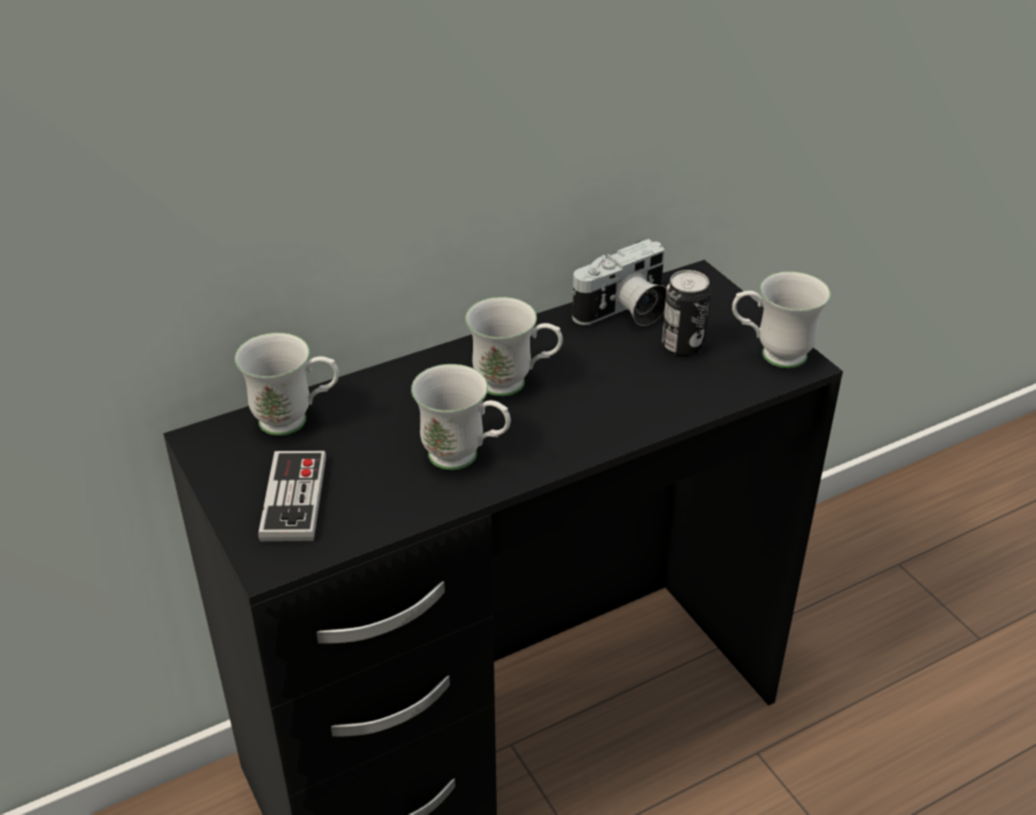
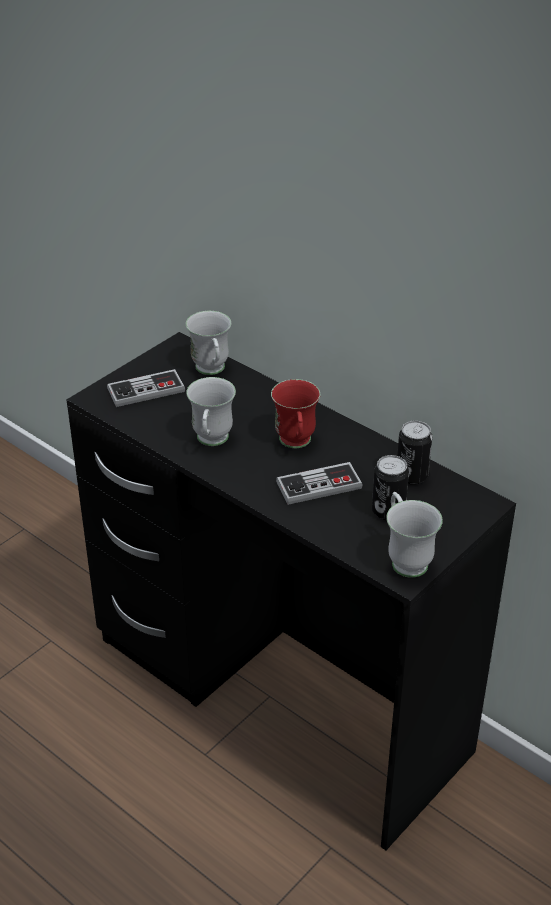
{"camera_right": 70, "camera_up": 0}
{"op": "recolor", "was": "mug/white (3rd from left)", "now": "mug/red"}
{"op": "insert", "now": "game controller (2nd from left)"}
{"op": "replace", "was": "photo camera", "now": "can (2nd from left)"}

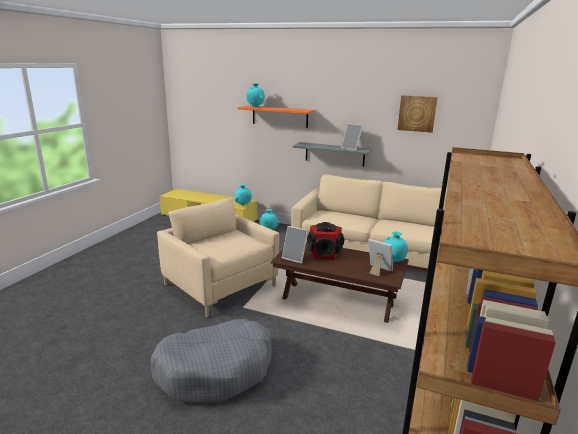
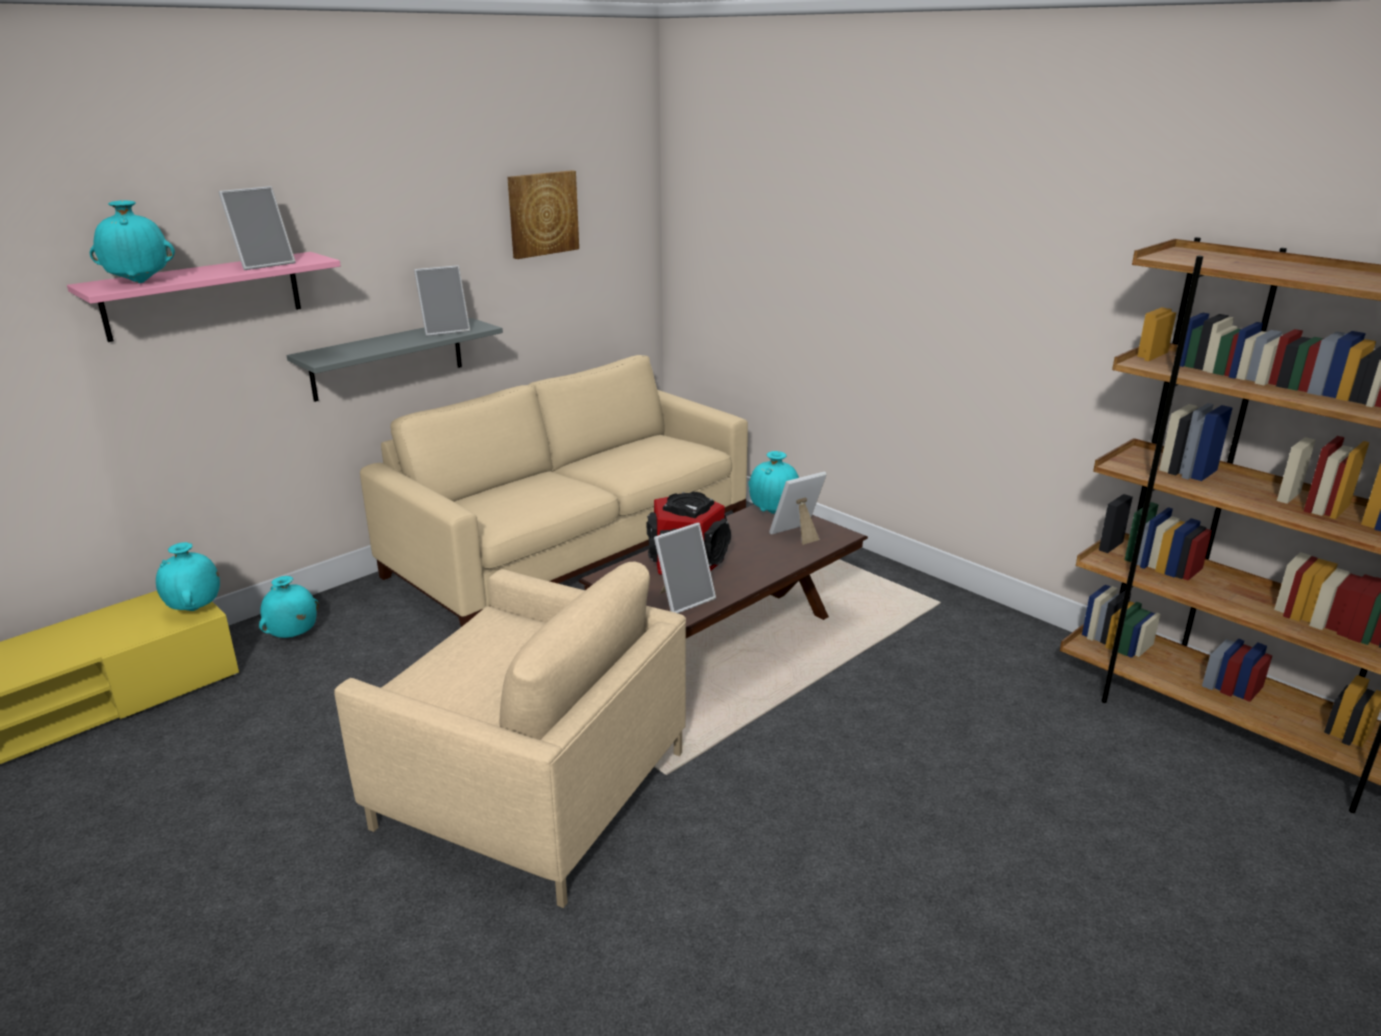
{"camera_right": -65, "camera_up": 5}
{"op": "recolor", "was": "shelf/orange", "now": "shelf/pink"}
{"op": "insert", "now": "picture frame (1st from left)"}
{"op": "rotate", "was": "armchair/beige", "clockwise": -135}
{"op": "delete", "was": "dog bed/grey"}

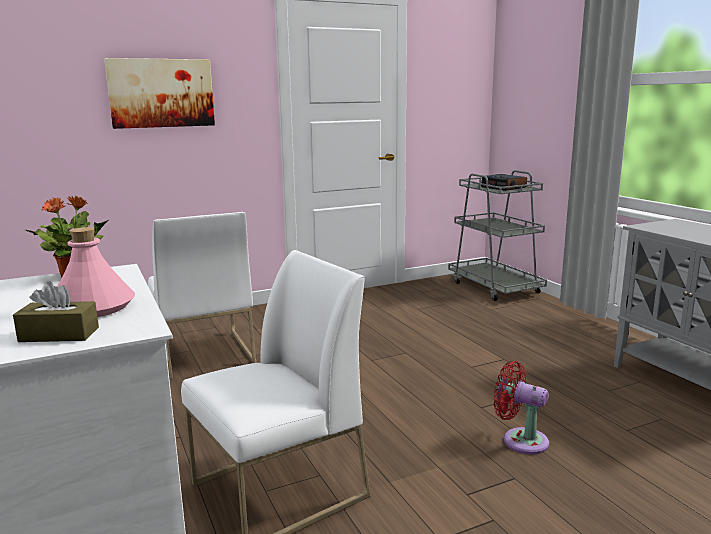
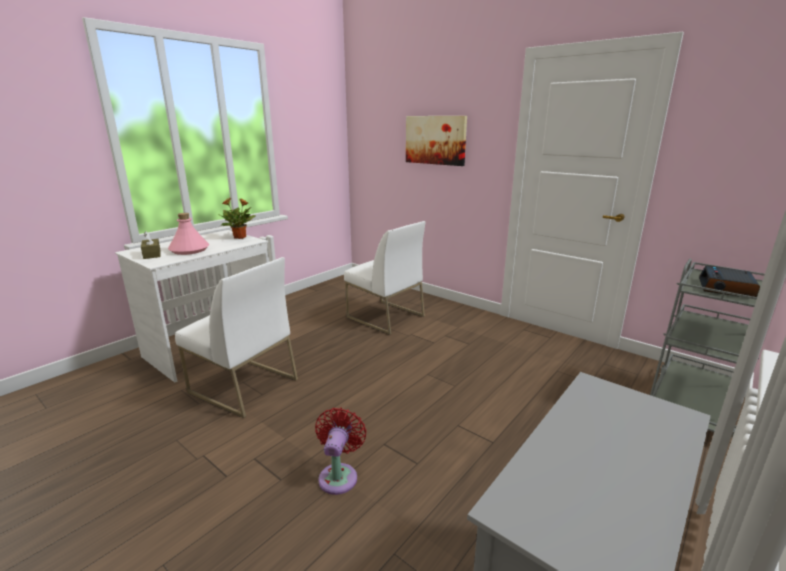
{"camera_right": 65, "camera_up": 5}
{"op": "rotate", "was": "chair/white (1st from left in the first image)", "clockwise": -90}

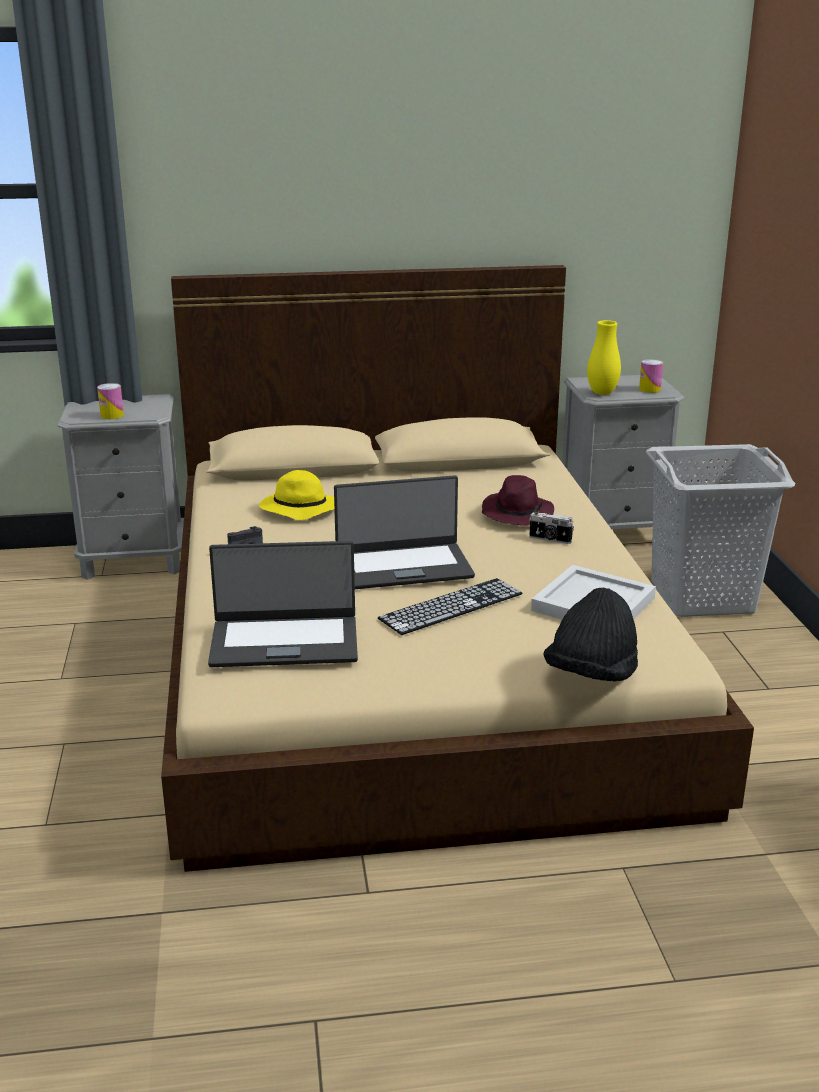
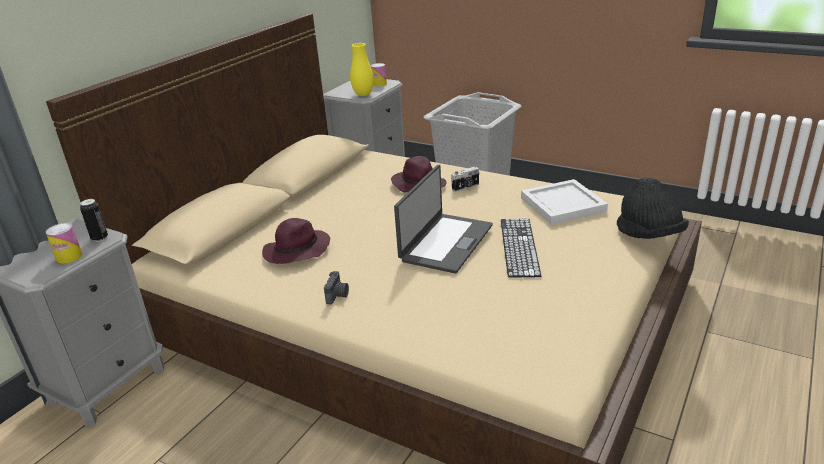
{"camera_right": -50, "camera_up": 5}
{"op": "insert", "now": "can (2nd from left)"}
{"op": "recolor", "was": "hat/yellow", "now": "hat/purple (1st from left)"}
{"op": "delete", "was": "laptop (1st from left)"}

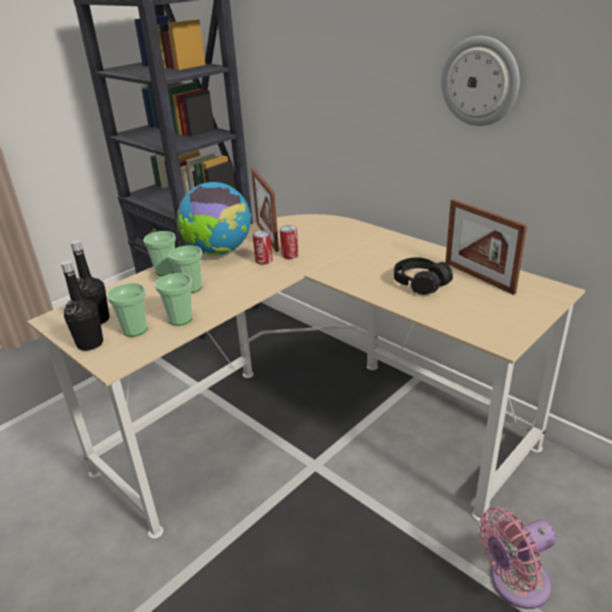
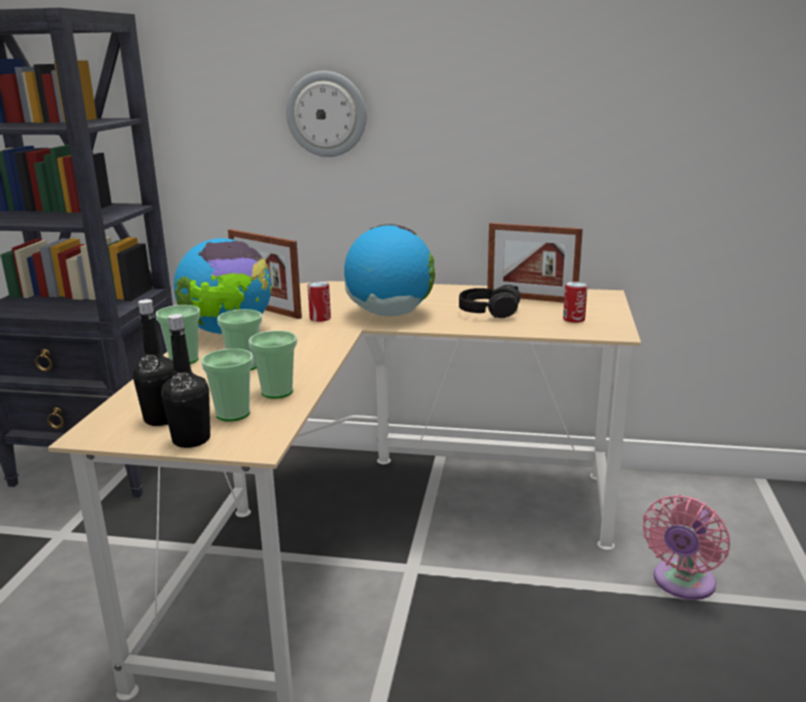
{"camera_right": -35, "camera_up": -10}
{"op": "move", "was": "wall clock"}
{"op": "insert", "now": "globe (2nd from left)"}
{"op": "move", "was": "can (1st from left in the first image)", "now": "can (2nd from left)"}

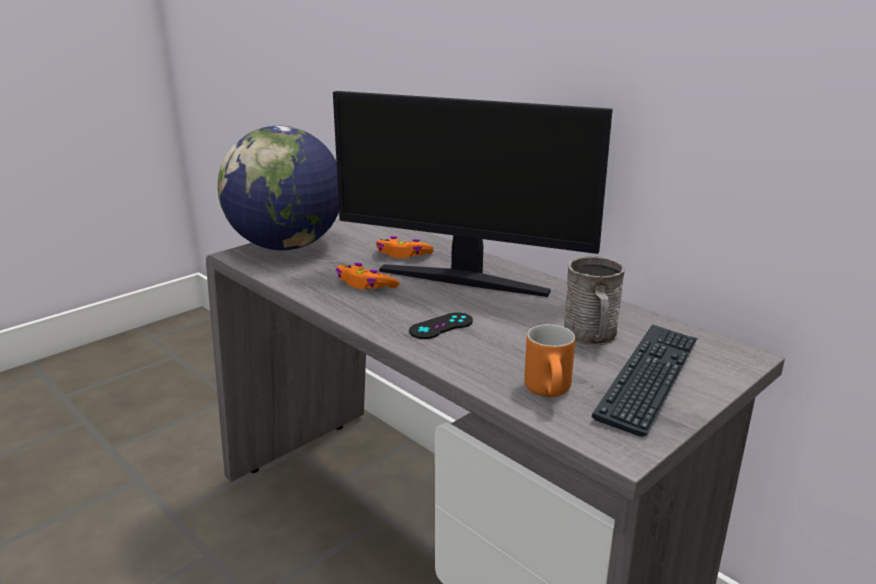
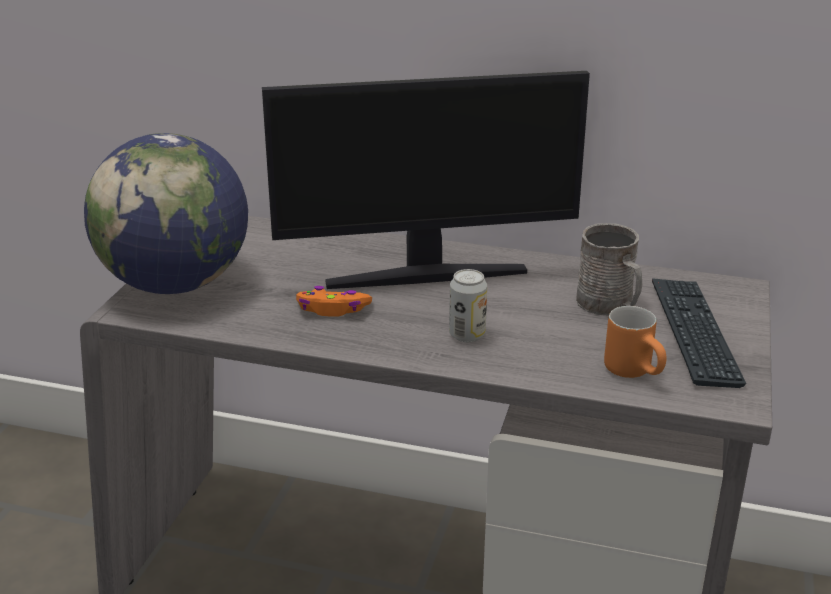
{"camera_right": -30, "camera_up": 5}
{"op": "replace", "was": "game controller/black", "now": "can"}
{"op": "delete", "was": "game controller/orange (2nd from left)"}

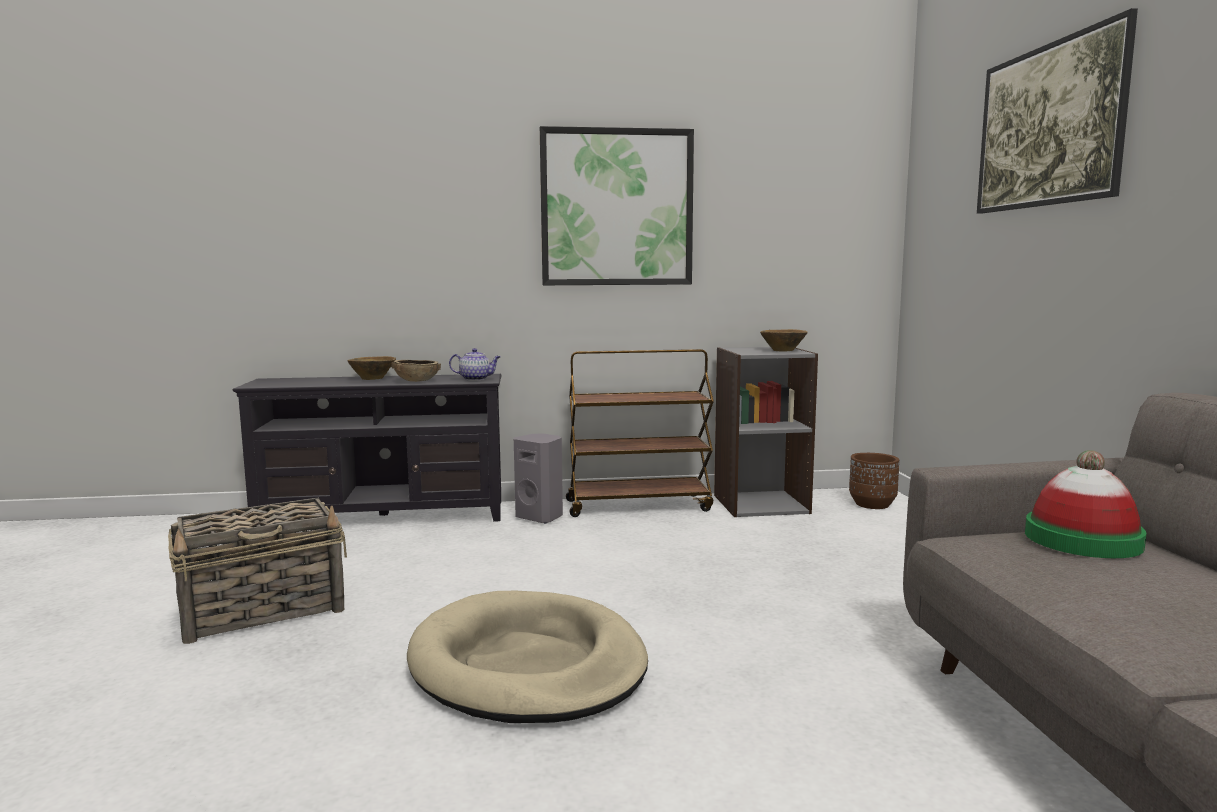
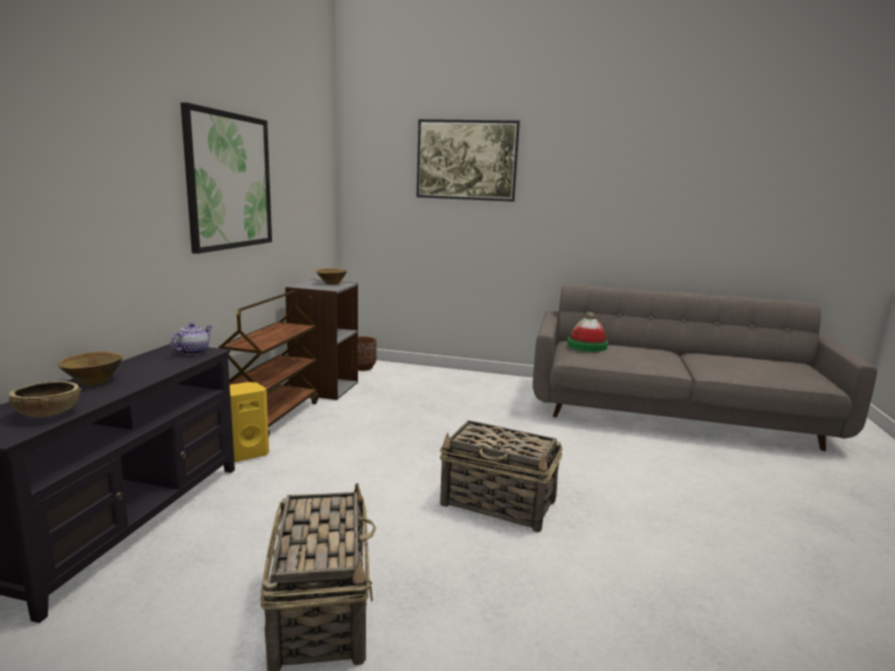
{"camera_right": -70, "camera_up": 5}
{"op": "move", "was": "bowl/brown (2nd from left in the first image)", "now": "bowl/brown (1st from left)"}
{"op": "recolor", "was": "speaker/grey", "now": "speaker/yellow"}
{"op": "replace", "was": "dog bed/beige", "now": "basket (2nd from left)"}

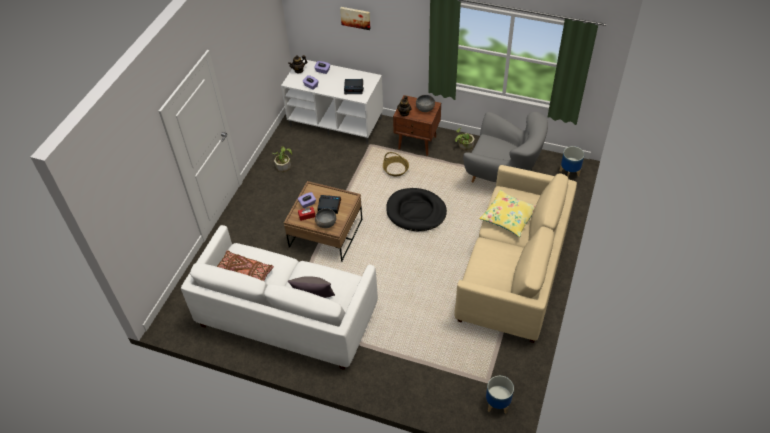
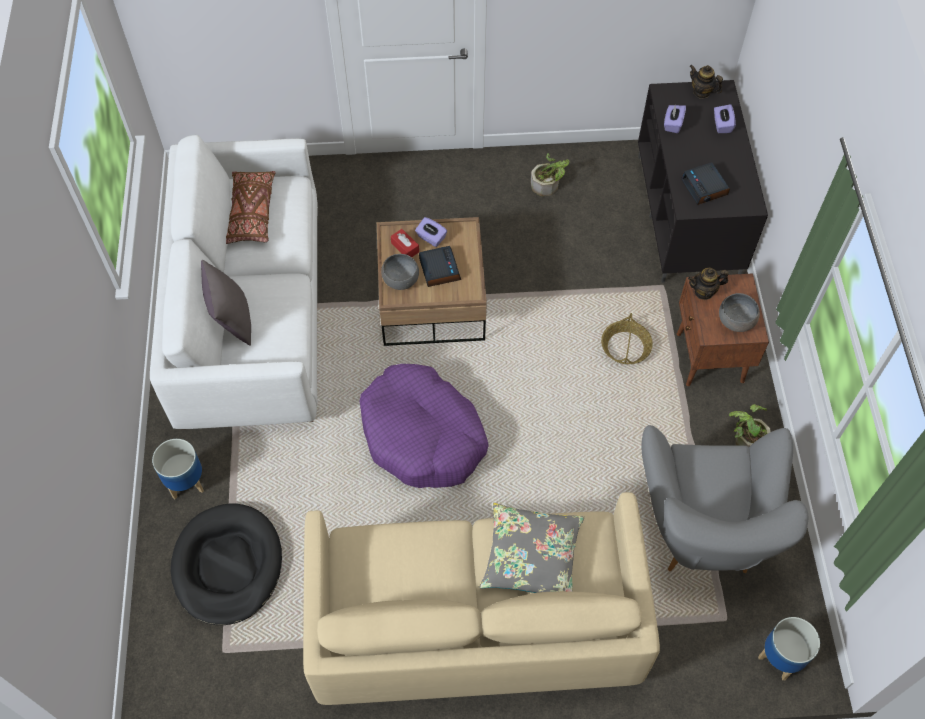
{"camera_right": 65, "camera_up": 10}
{"op": "move", "was": "planter (1st from left)"}
{"op": "move", "was": "dog bed/black"}
{"op": "insert", "now": "dog bed/purple"}
{"op": "recolor", "was": "pillow/yellow", "now": "pillow/grey (2nd from left)"}
{"op": "recolor", "was": "tv stand/white", "now": "tv stand/black"}
{"op": "delete", "was": "picture"}

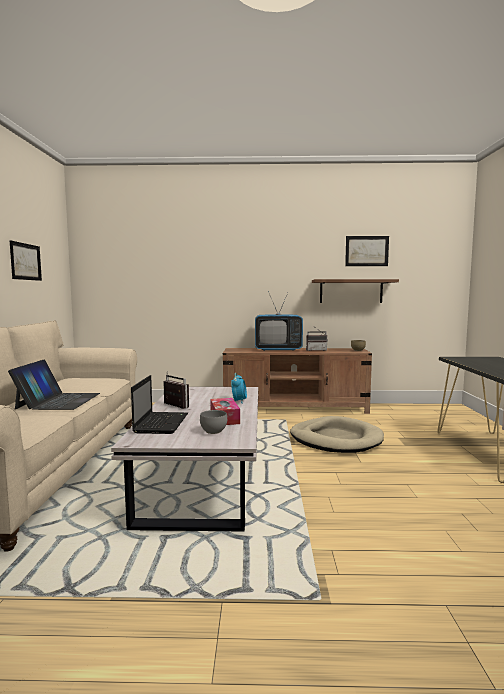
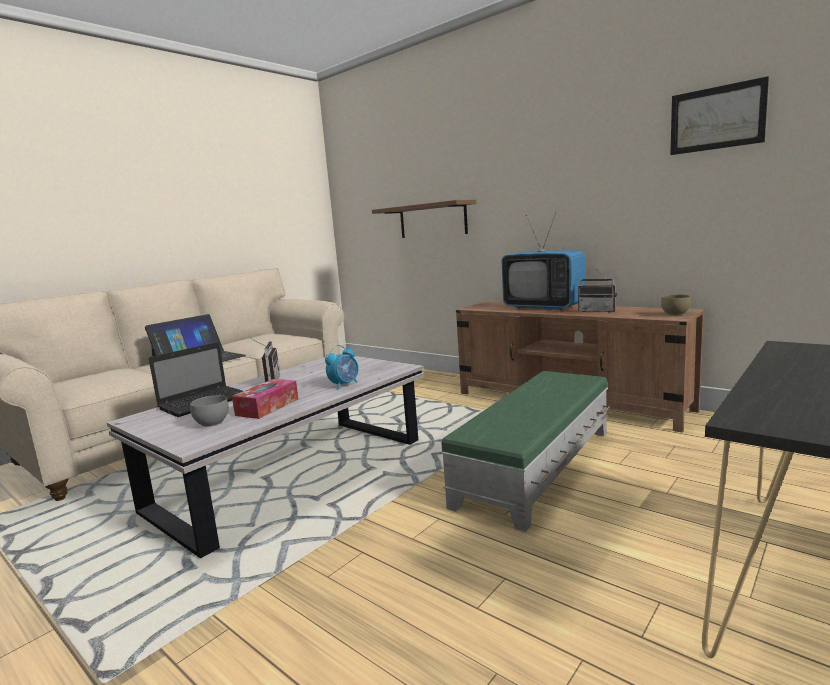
{"camera_right": 40, "camera_up": 5}
{"op": "move", "was": "shelf/brown"}
{"op": "replace", "was": "dog bed/beige", "now": "ottoman/green"}
{"op": "delete", "was": "picture (1st from left)"}

